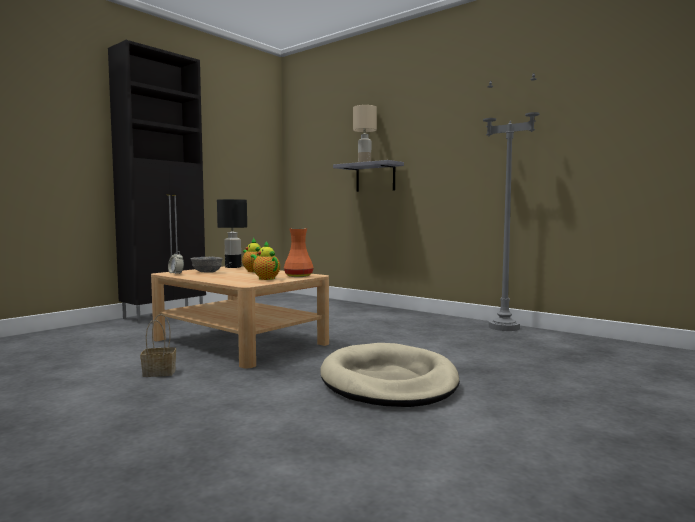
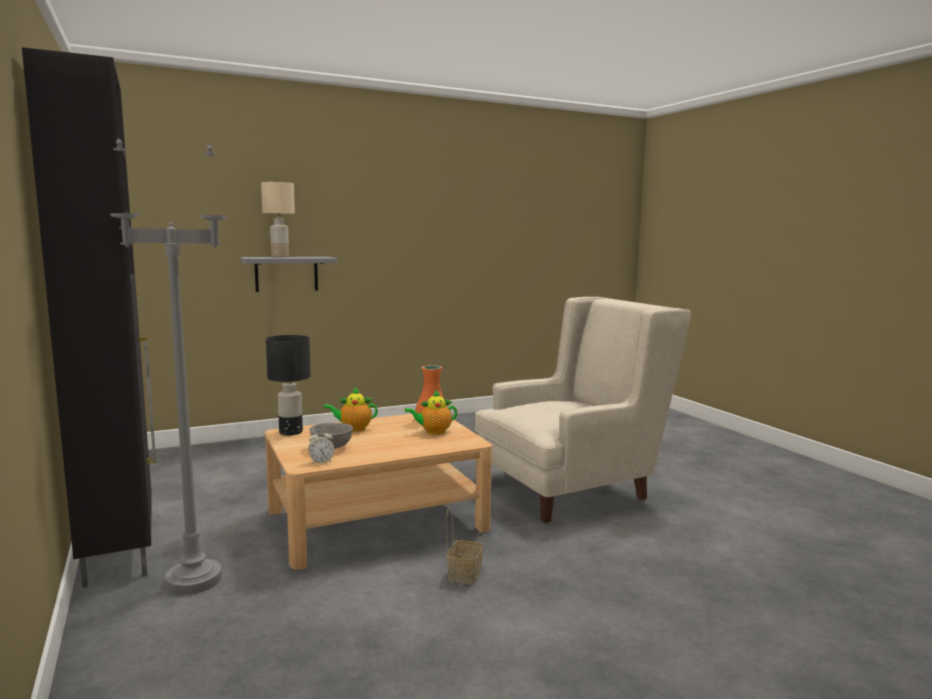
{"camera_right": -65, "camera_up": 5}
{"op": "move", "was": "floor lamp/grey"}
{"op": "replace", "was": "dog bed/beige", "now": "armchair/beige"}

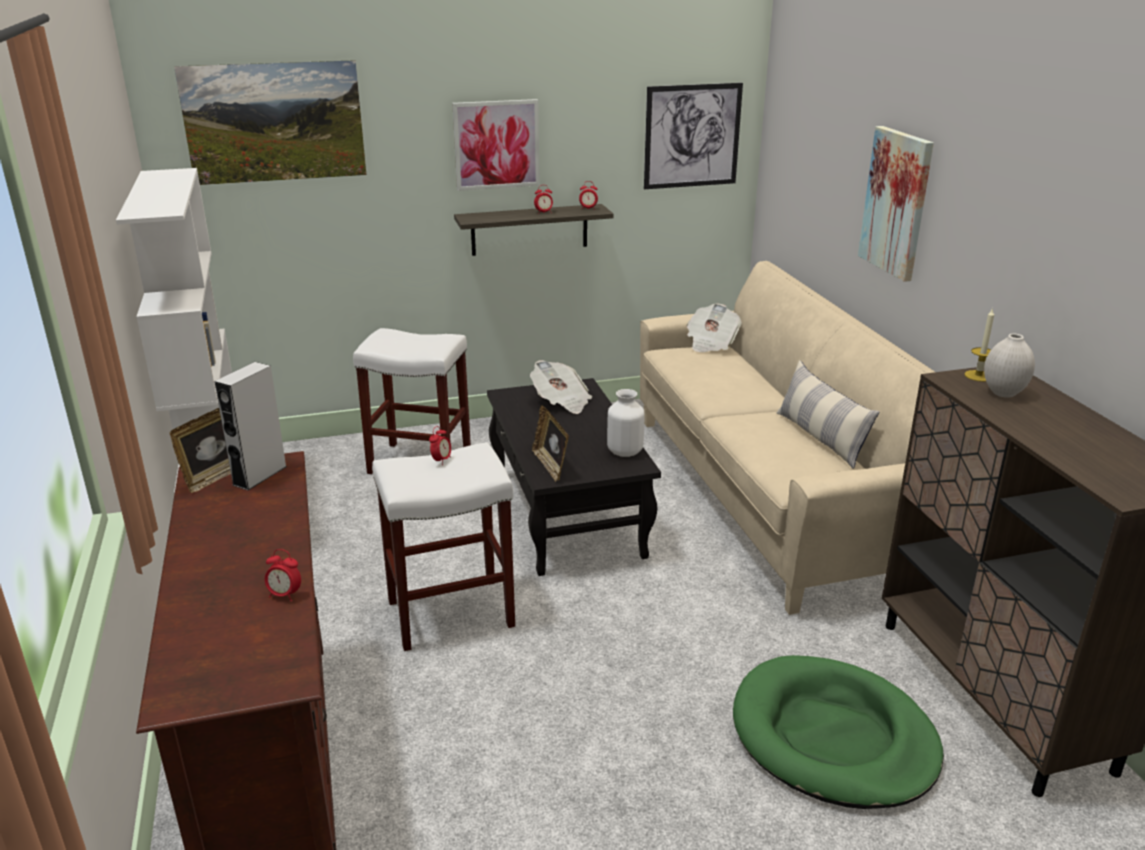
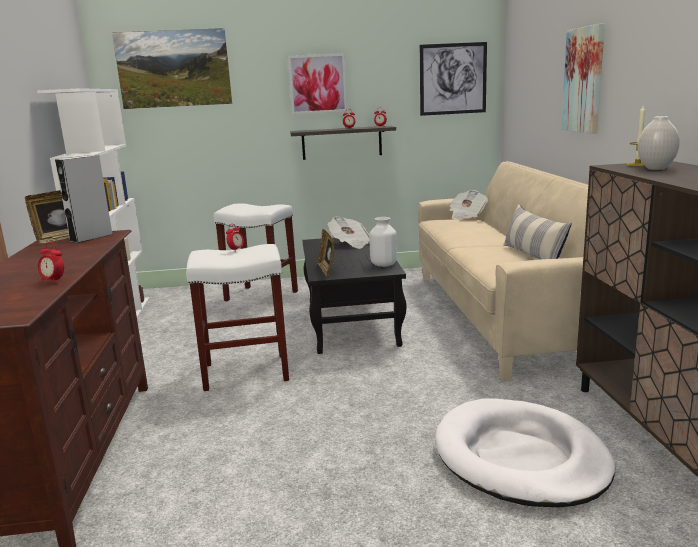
{"camera_right": 10, "camera_up": -10}
{"op": "recolor", "was": "dog bed/green", "now": "dog bed/white"}

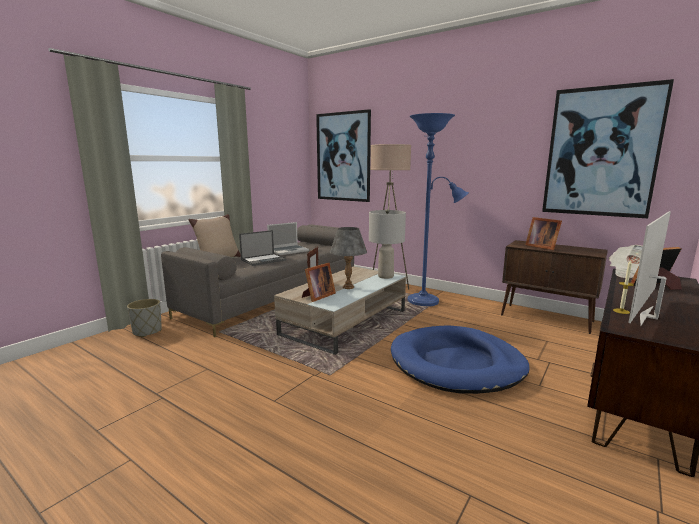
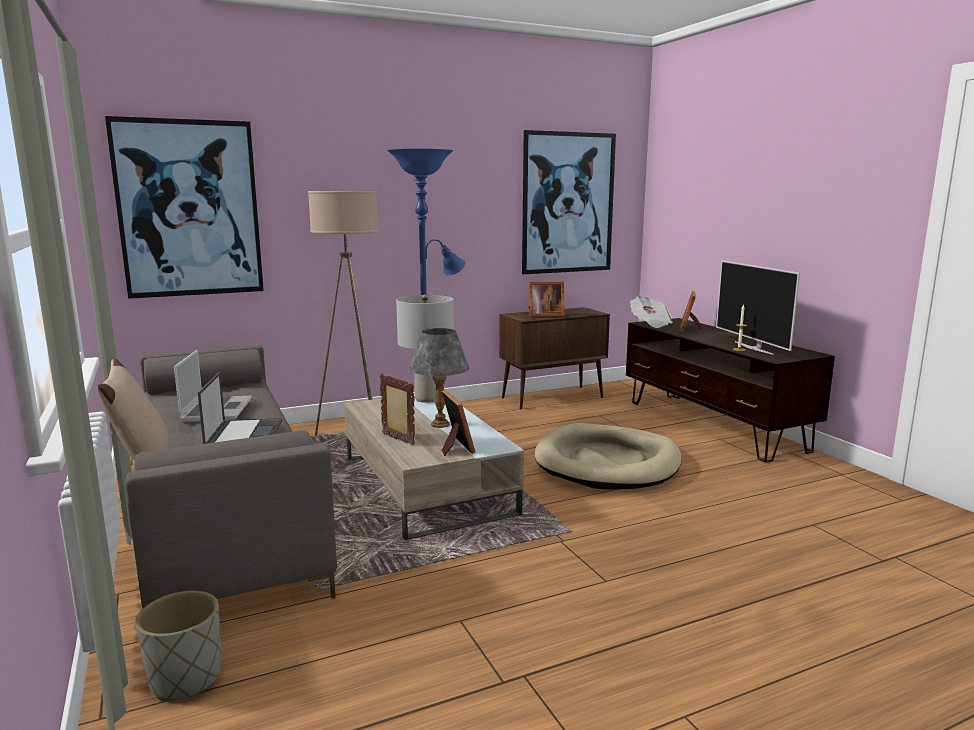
{"camera_right": -60, "camera_up": 0}
{"op": "recolor", "was": "dog bed/blue", "now": "dog bed/beige"}

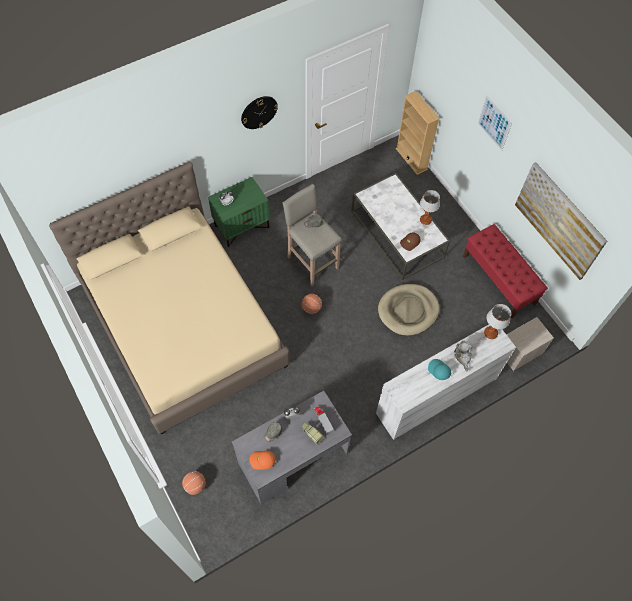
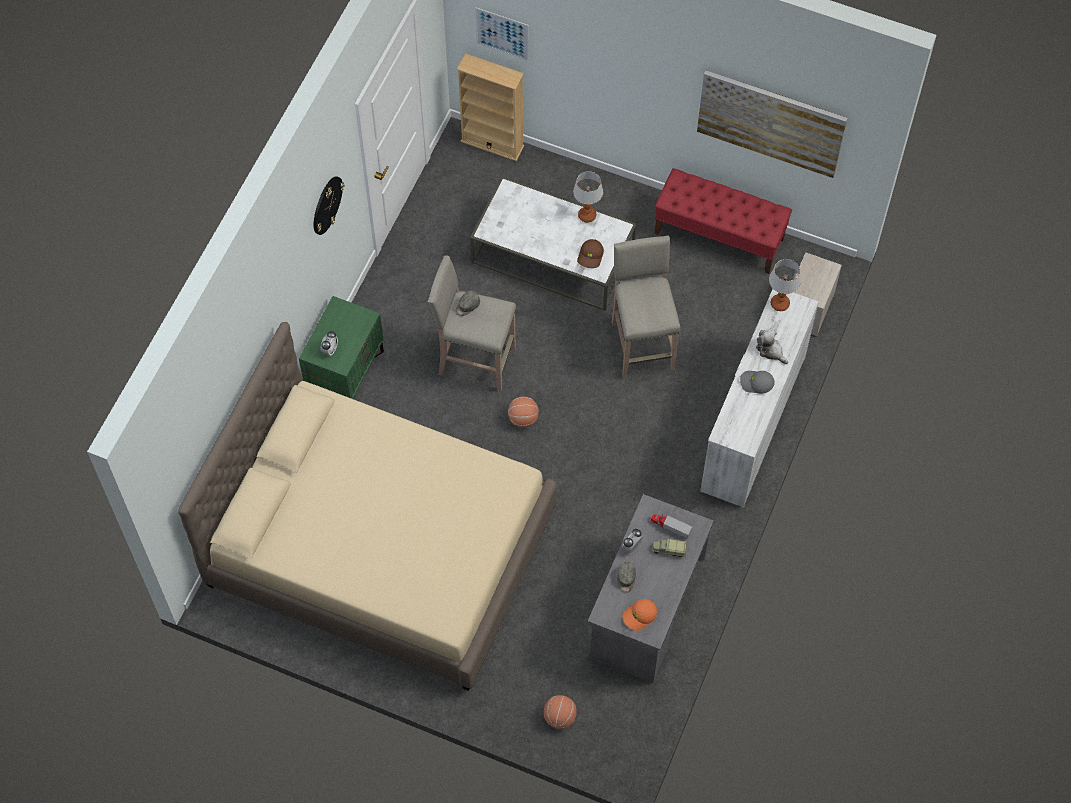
{"camera_right": -35, "camera_up": 0}
{"op": "move", "was": "picture (1st from left)"}
{"op": "replace", "was": "dog bed/beige", "now": "stool/beige (2nd from left)"}
{"op": "recolor", "was": "cap/turquoise", "now": "cap/grey (3rd from left)"}

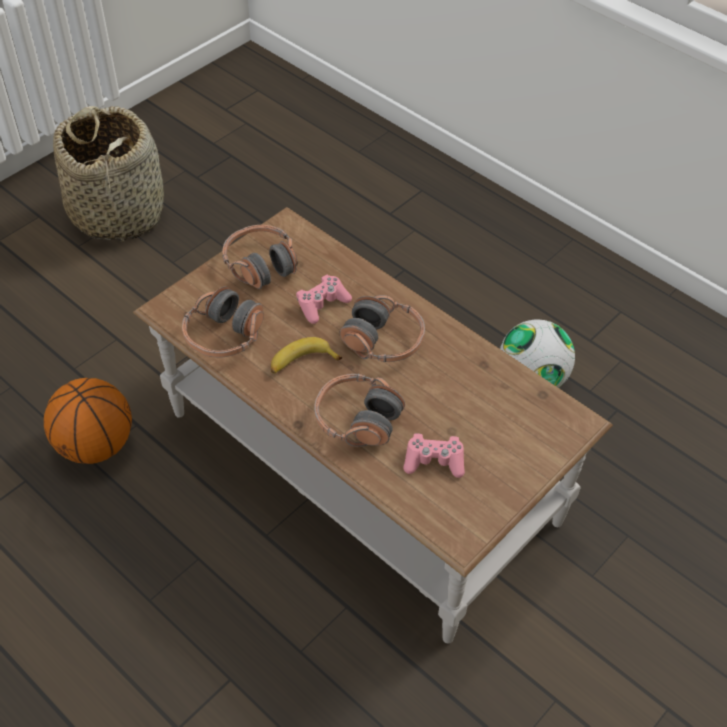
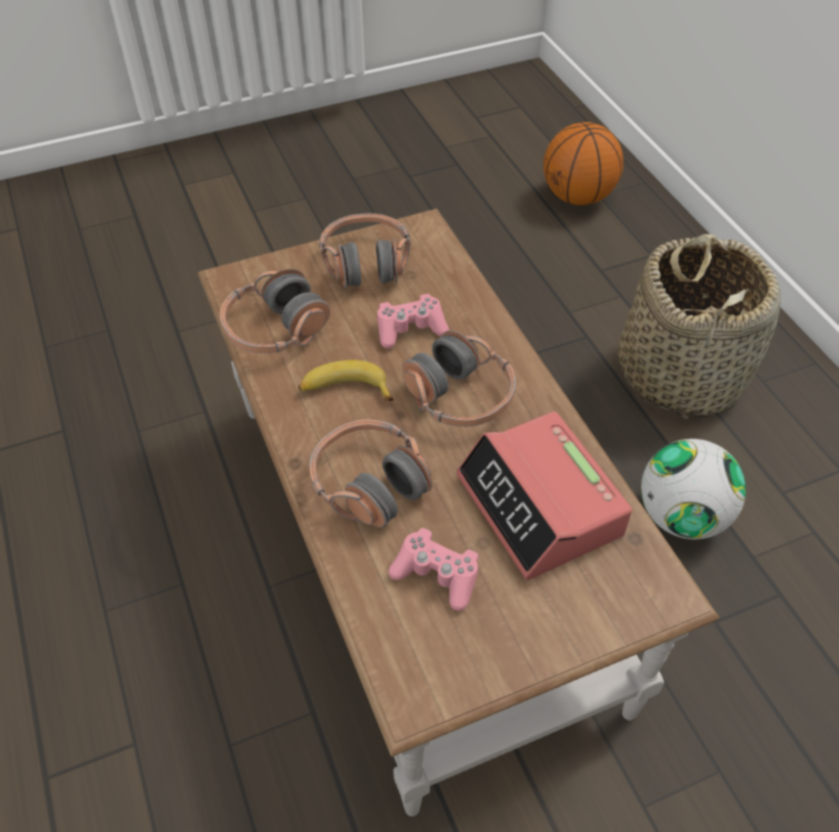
{"camera_right": 25, "camera_up": 0}
{"op": "insert", "now": "alarm clock"}
{"op": "move", "was": "basketball"}
{"op": "move", "was": "basket"}

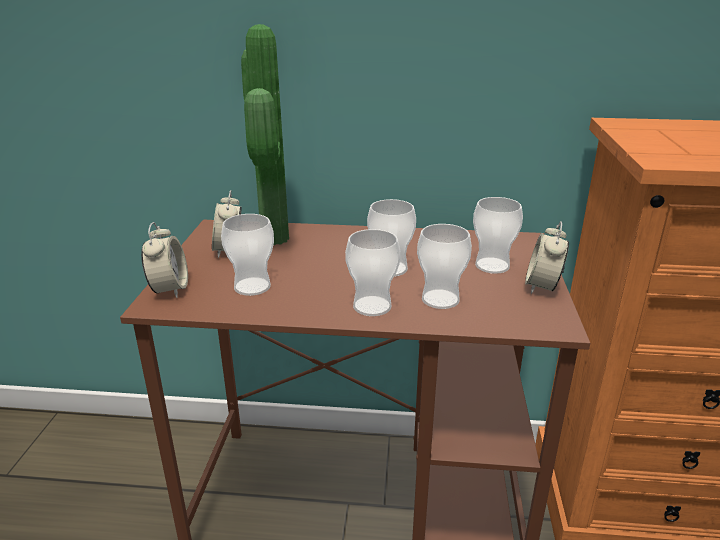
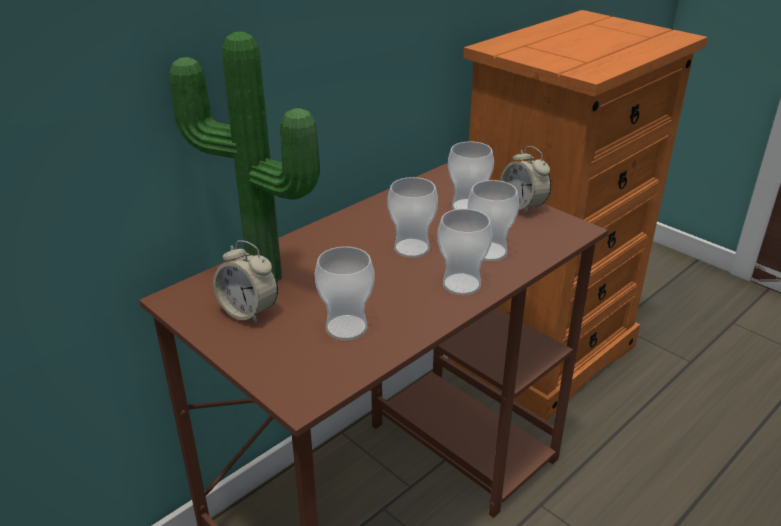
{"camera_right": -50, "camera_up": 5}
{"op": "delete", "was": "alarm clock (1st from left)"}

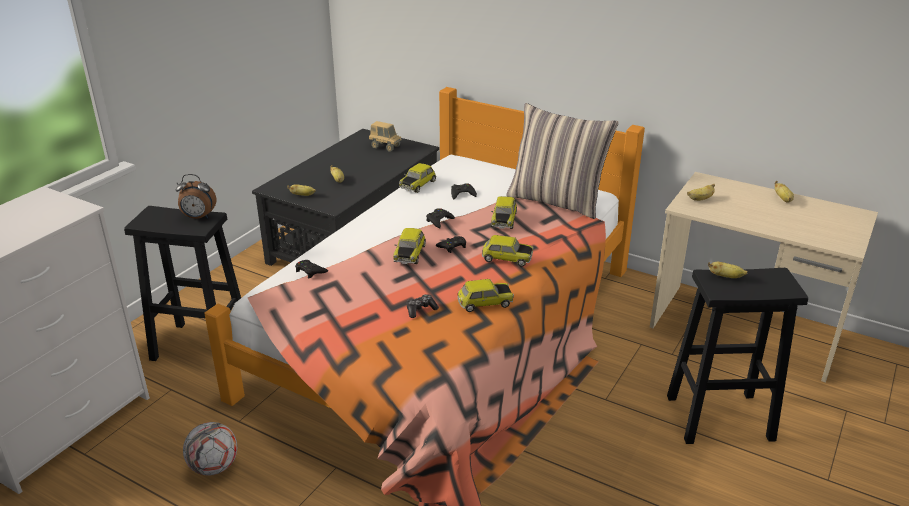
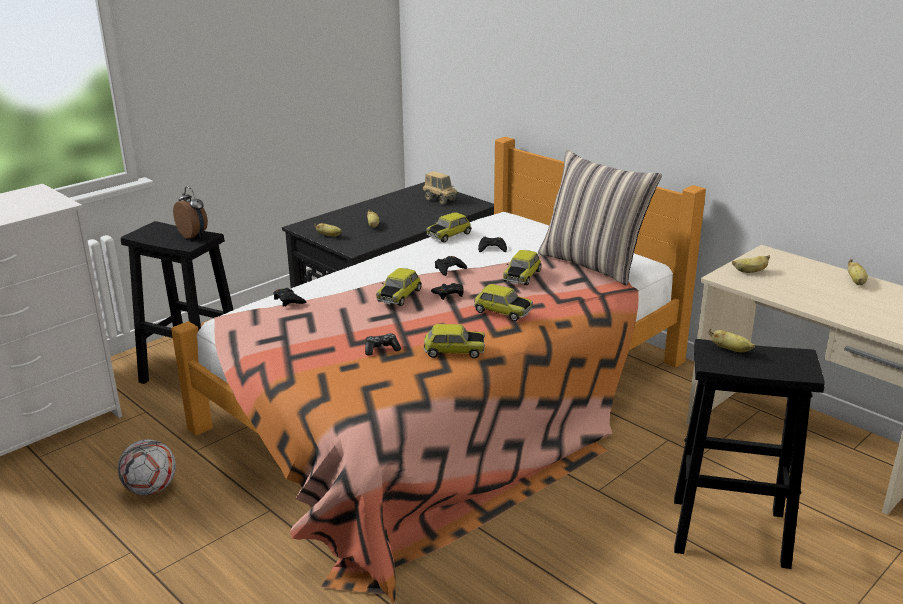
{"camera_right": 15, "camera_up": -5}
{"op": "rotate", "was": "alarm clock", "clockwise": -150}

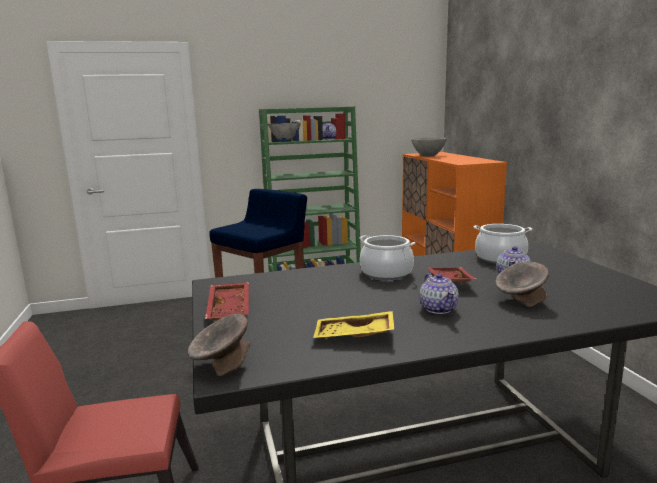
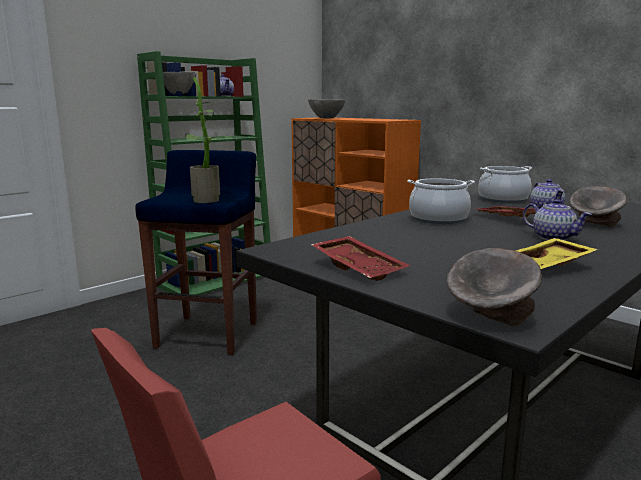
{"camera_right": -30, "camera_up": 0}
{"op": "insert", "now": "potted plant"}

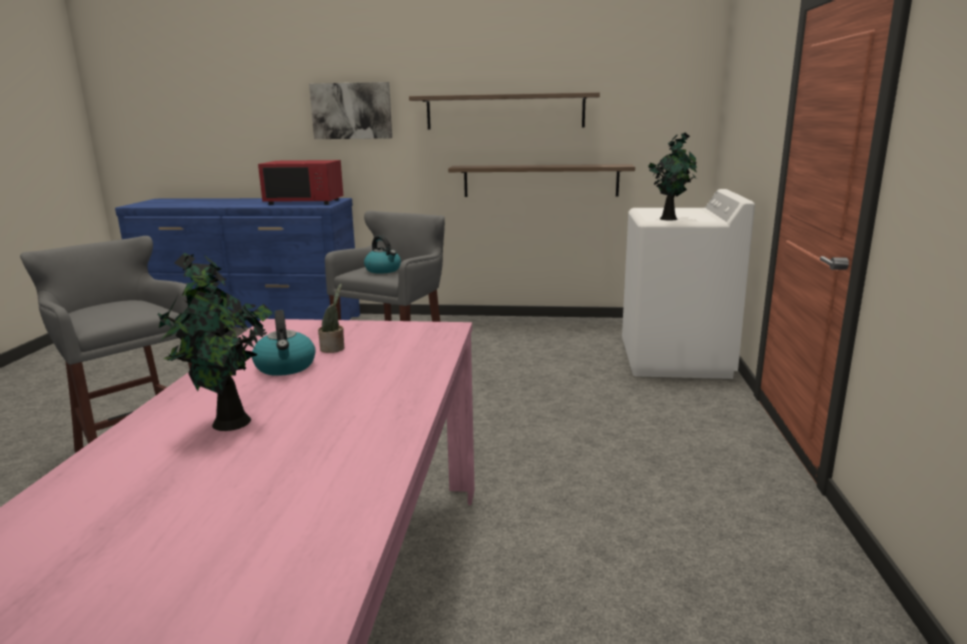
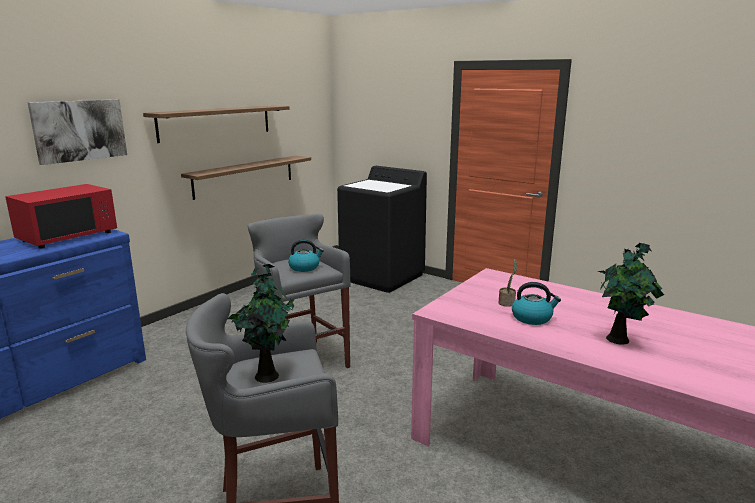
{"camera_right": -60, "camera_up": 0}
{"op": "move", "was": "potted plant (3rd from left in the first image)", "now": "potted plant (1st from left)"}
{"op": "recolor", "was": "washing machine/white", "now": "washing machine/black"}

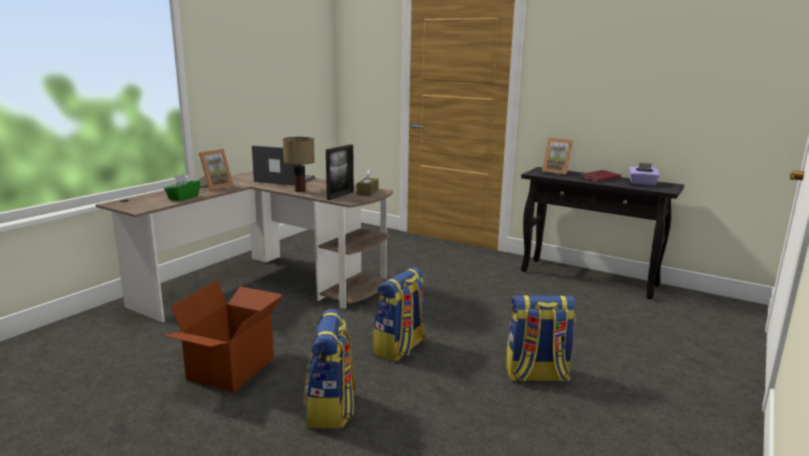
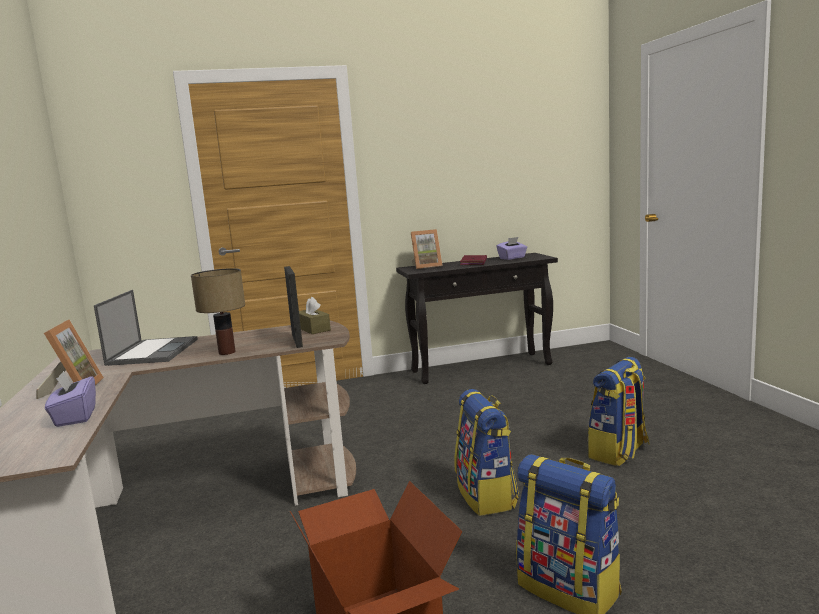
{"camera_right": -45, "camera_up": -5}
{"op": "recolor", "was": "tissue box/green", "now": "tissue box/purple (1st from left)"}
{"op": "rotate", "was": "laptop", "clockwise": 120}

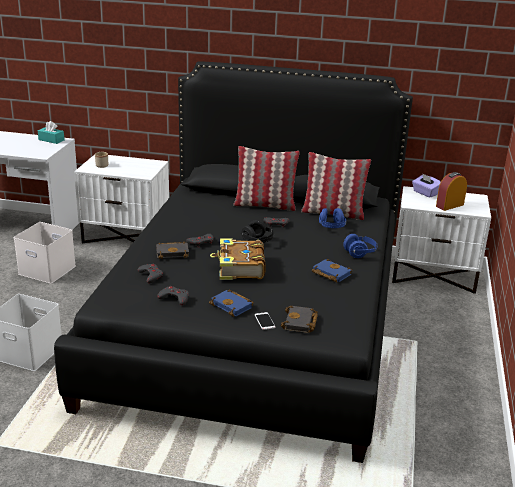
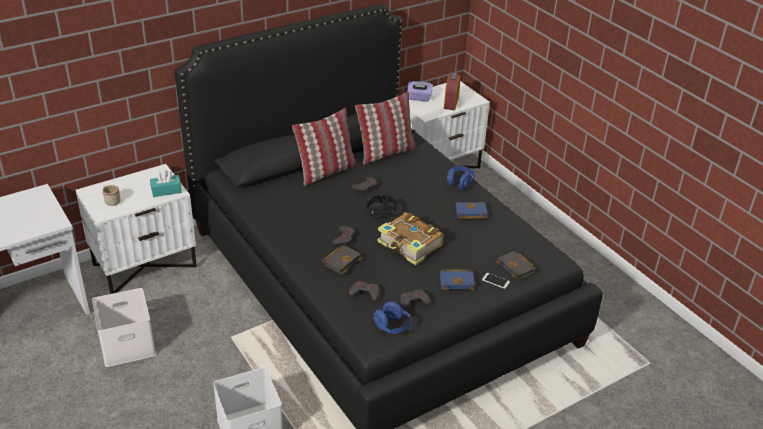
{"camera_right": -45, "camera_up": 10}
{"op": "move", "was": "tissue box/turquoise"}
{"op": "move", "was": "headphones/blue (1st from left)"}

